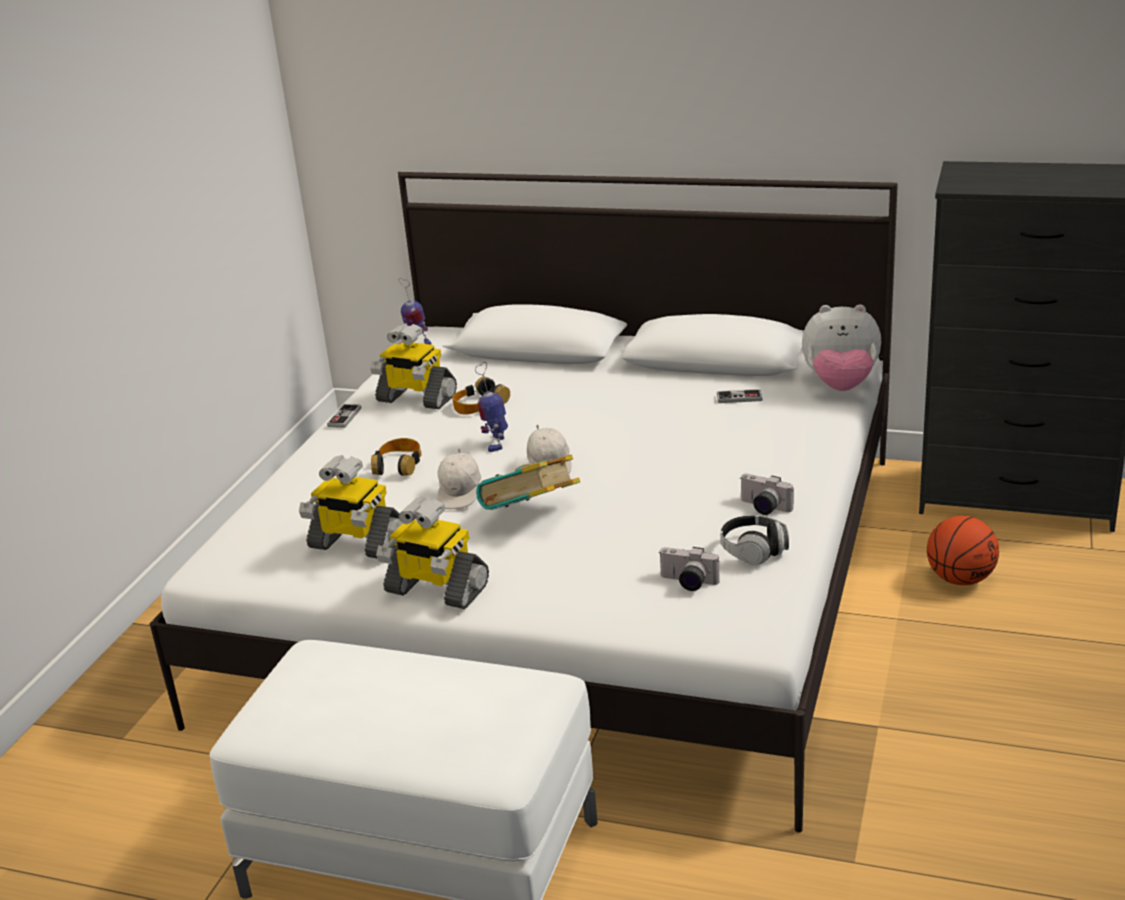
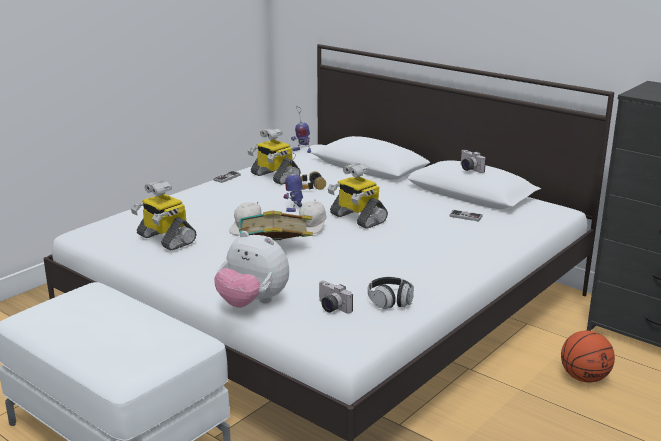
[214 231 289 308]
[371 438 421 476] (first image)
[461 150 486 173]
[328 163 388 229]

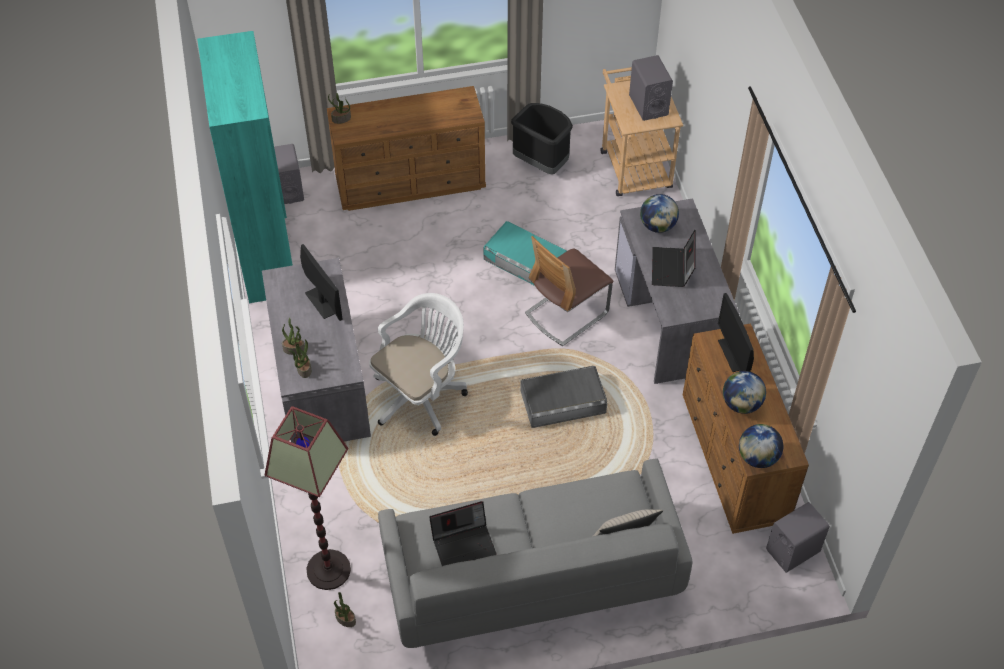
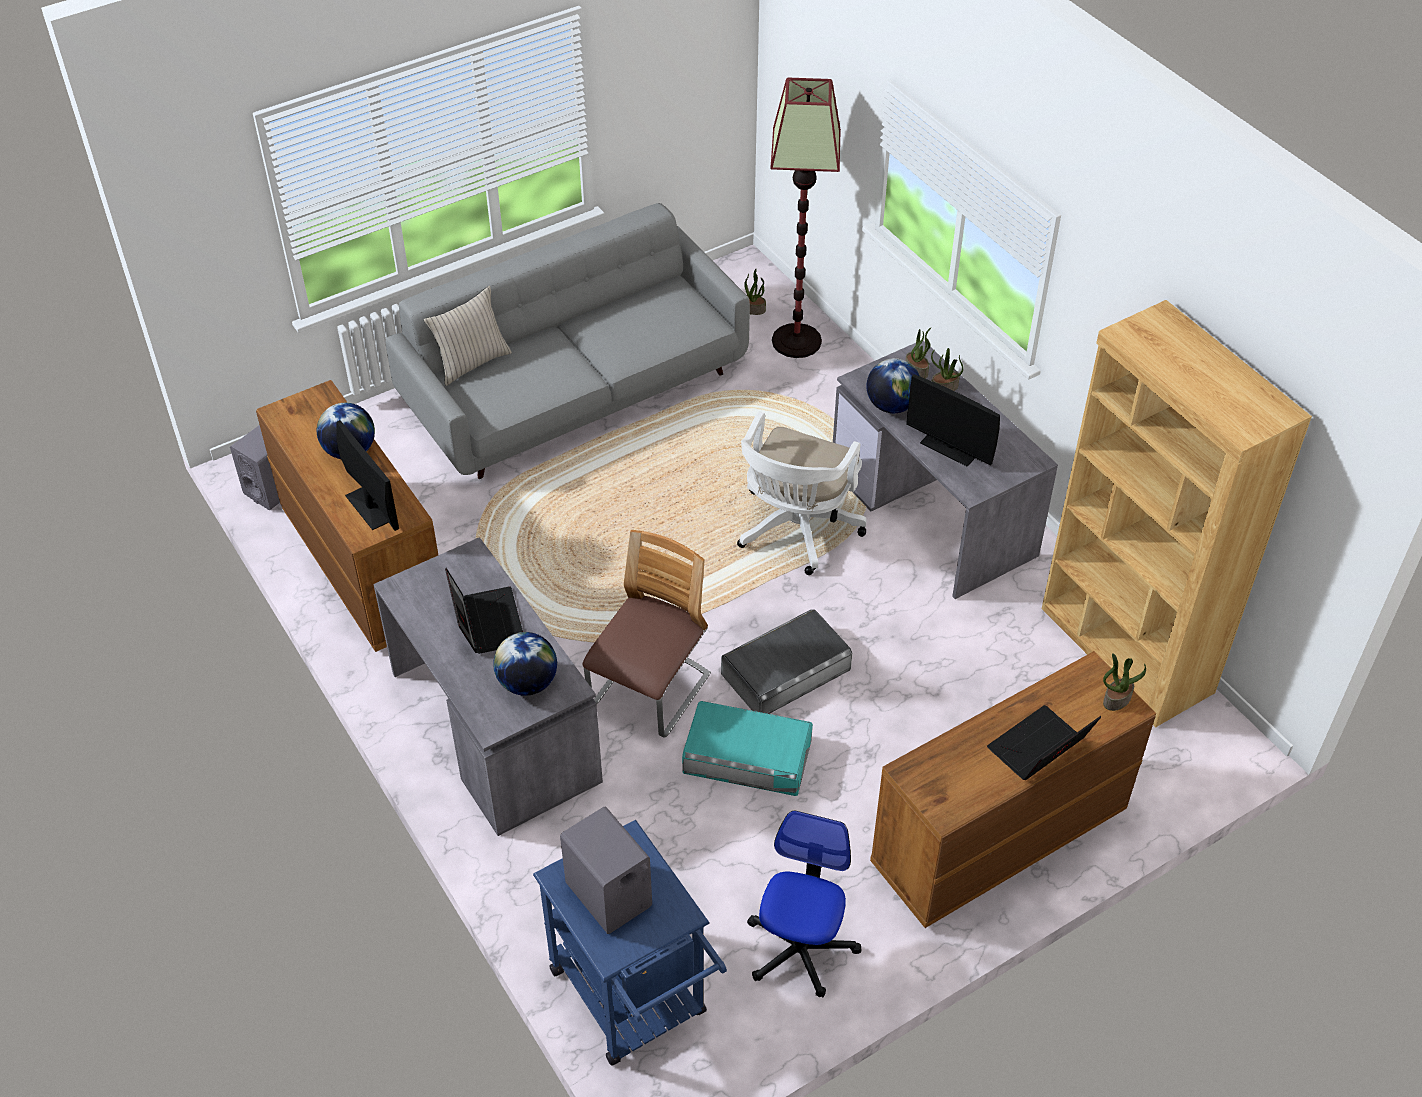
[1042 300 1312 728]
[533 820 727 1065]
[747 811 862 997]
[274 144 304 204] (first image)
[721 609 852 714]
[866 358 920 413]
[987 705 1101 781]

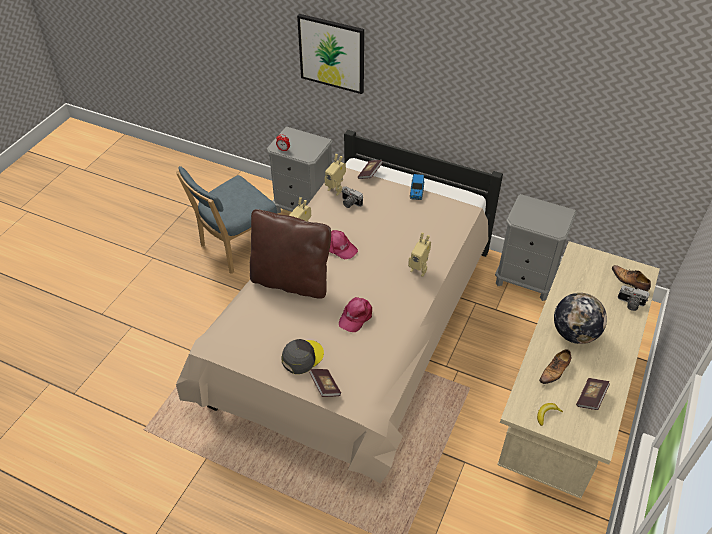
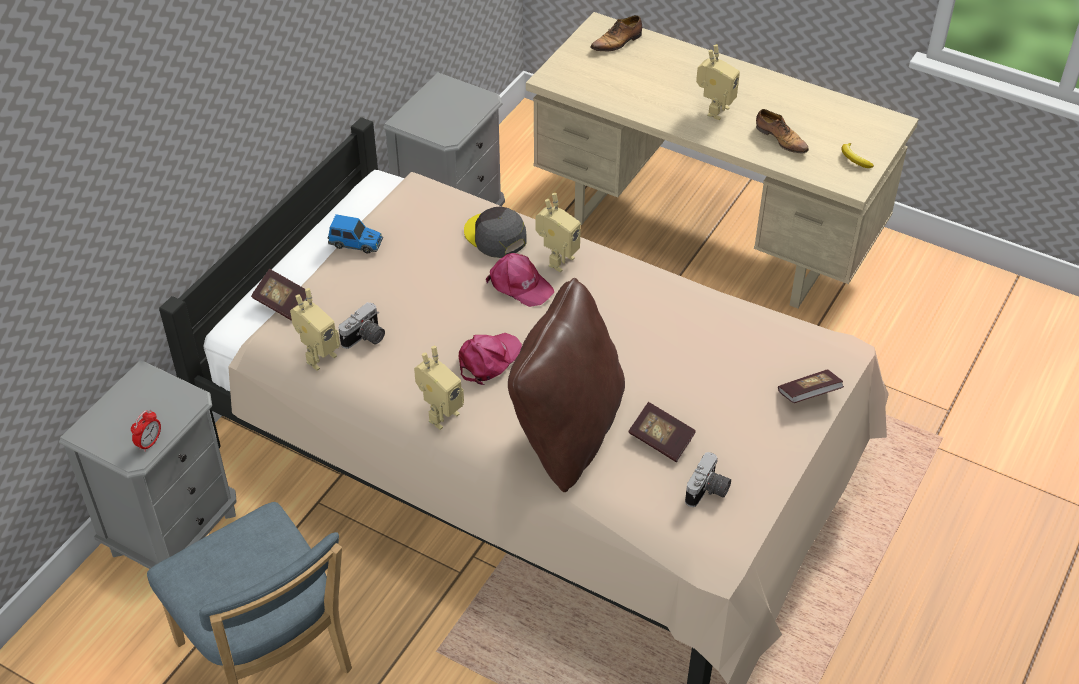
[297 14 364 94] (first image)
[685 452 731 507]
[696 45 740 120]
[486 253 554 307]
[464 206 527 258]
[628 402 696 462]

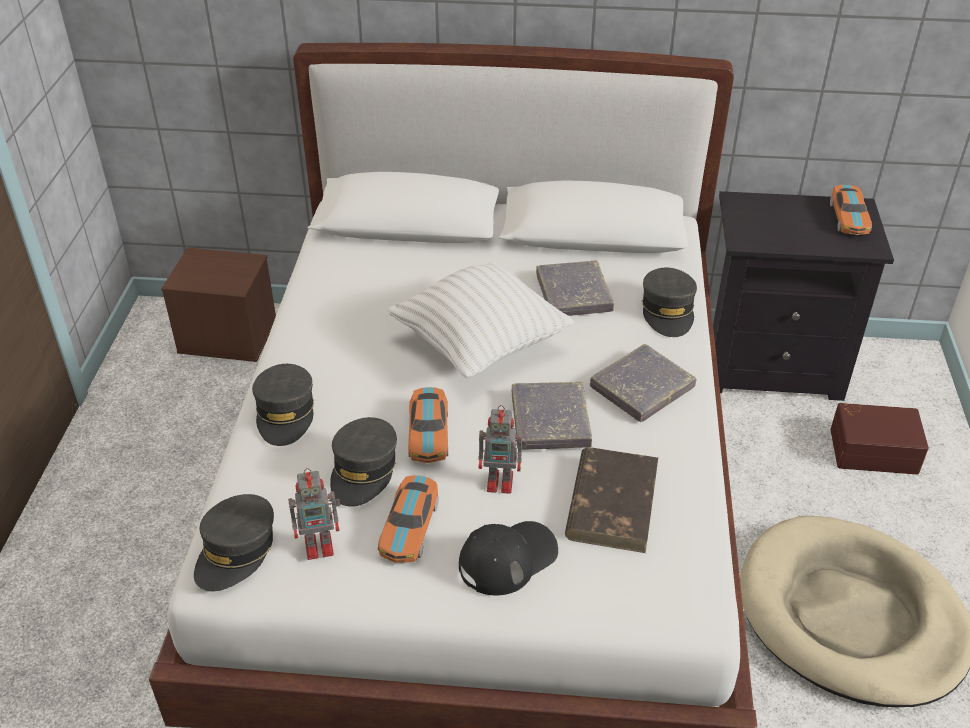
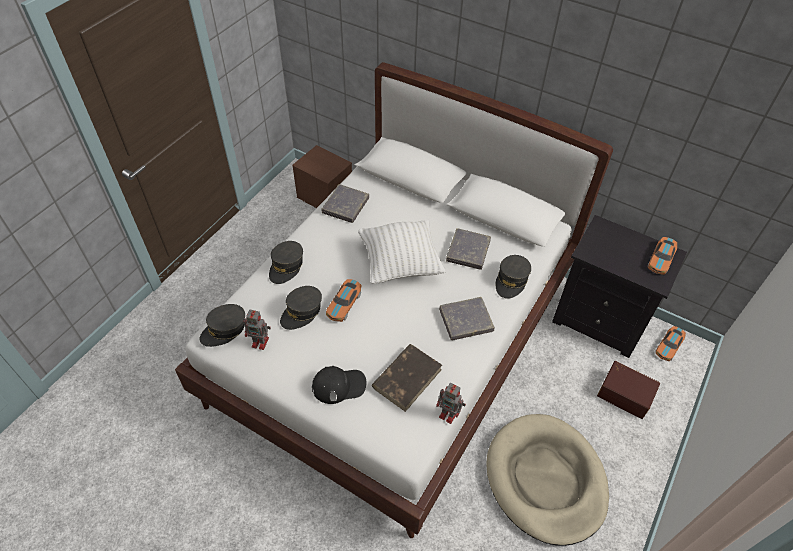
[321 184 369 223]
[436 383 466 424]
[655 326 686 361]

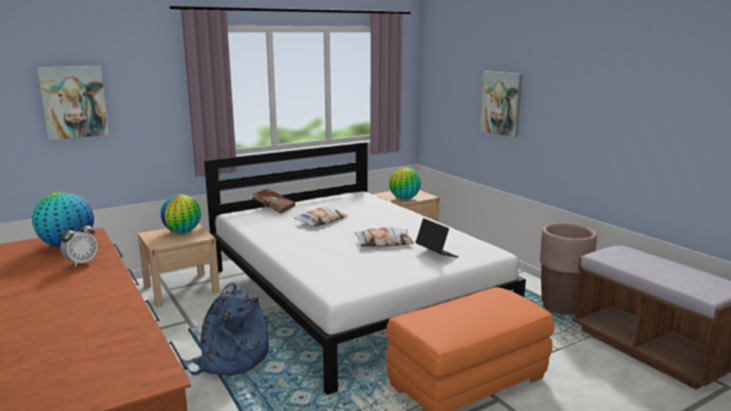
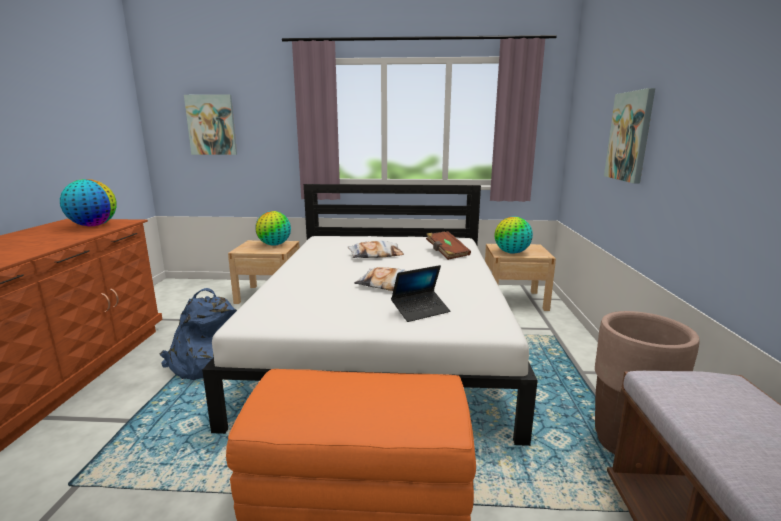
[426 231 471 260]
[391 265 450 322]
[60 221 98 267] (first image)

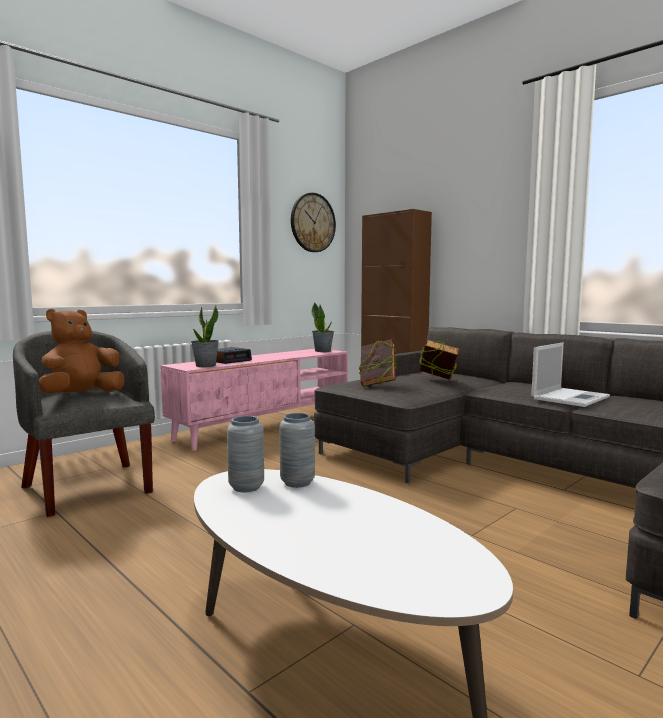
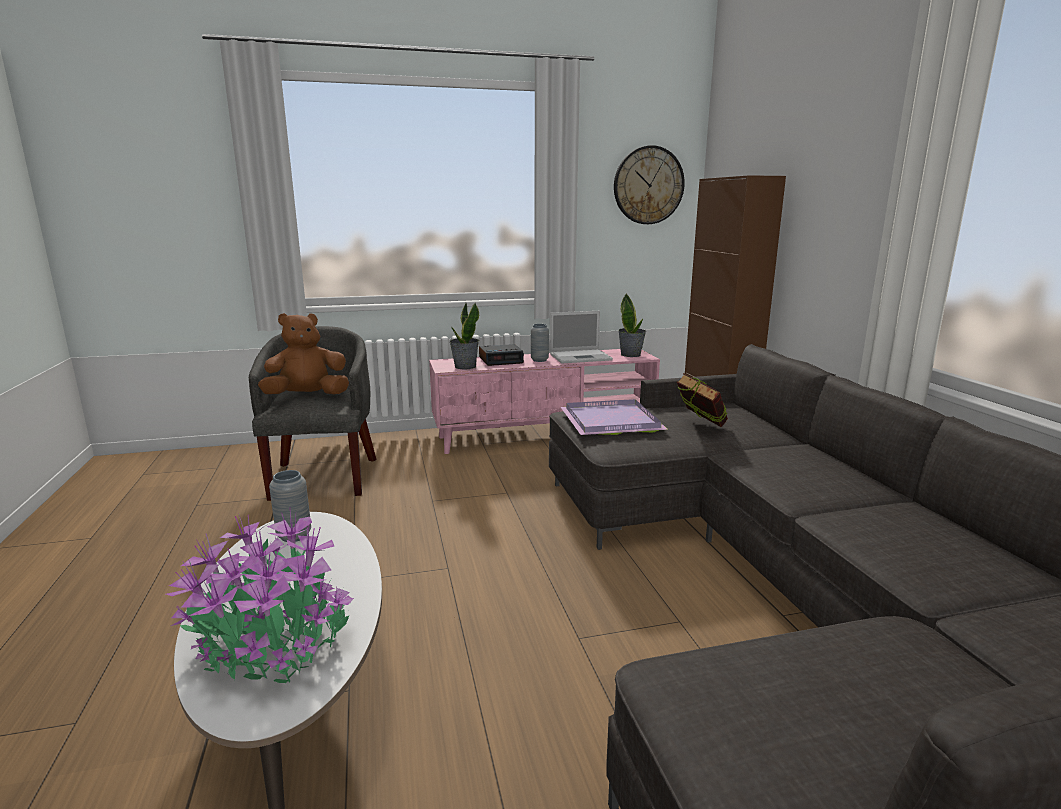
[561 399 668 435]
[550 311 613 364]
[531 324 549 362]
[166 511 354 683]

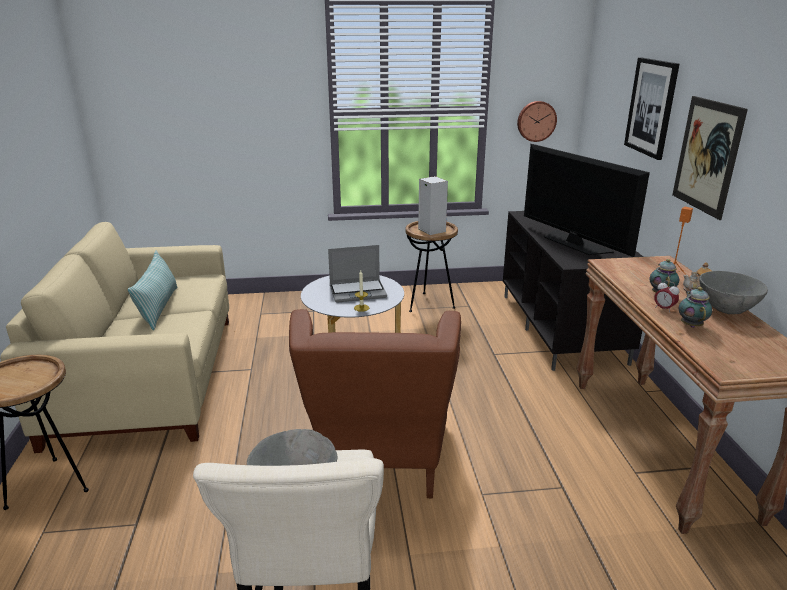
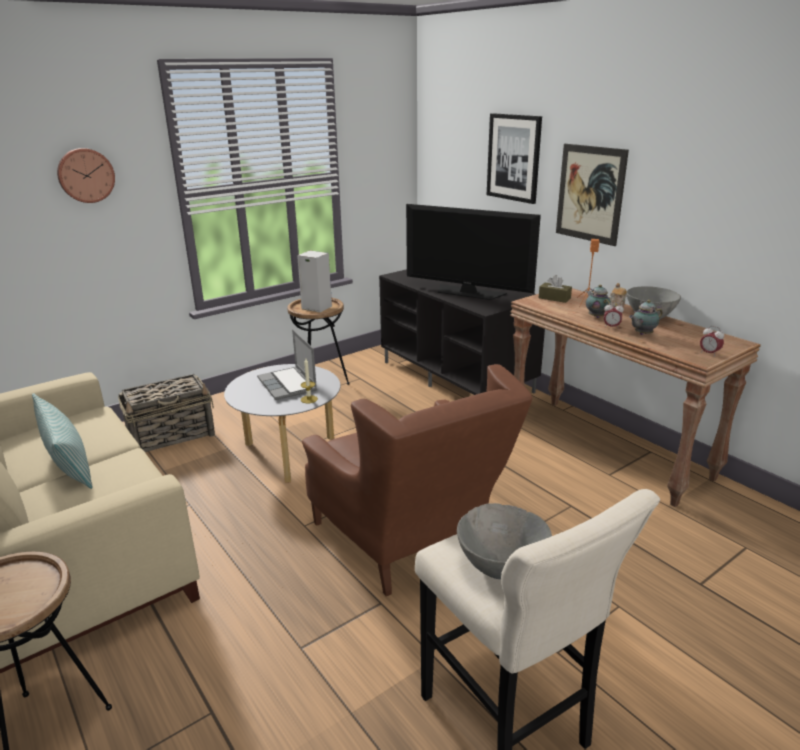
[57 148 115 203]
[257 329 317 400]
[629 300 662 335]
[539 275 572 303]
[700 326 724 357]
[118 374 215 452]

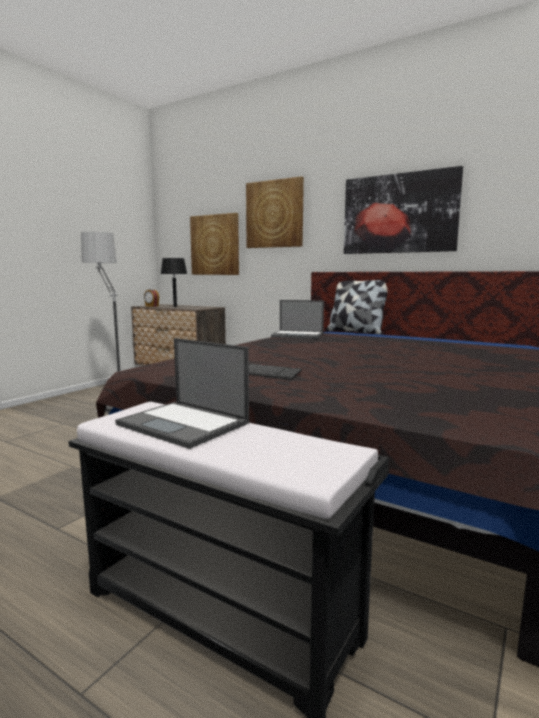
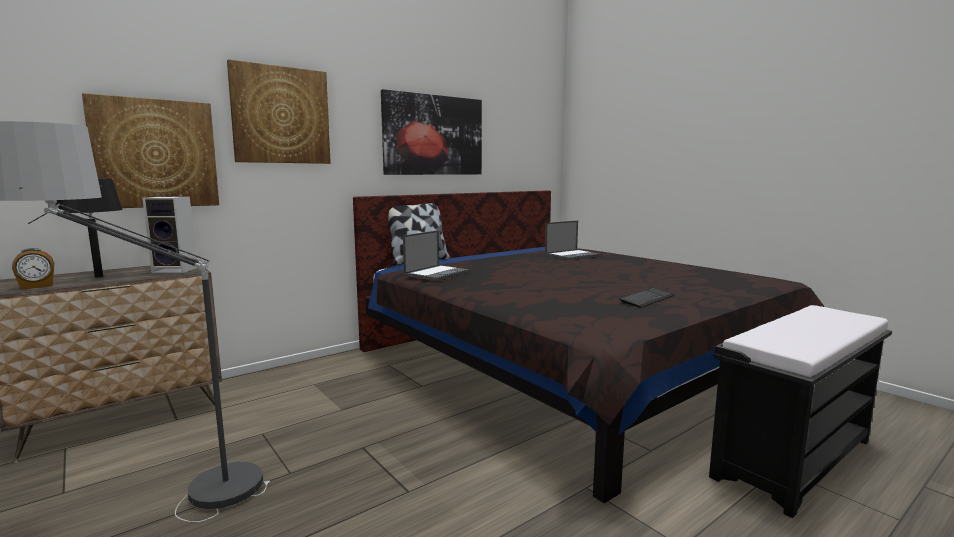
[545 220 601 260]
[142 197 197 273]

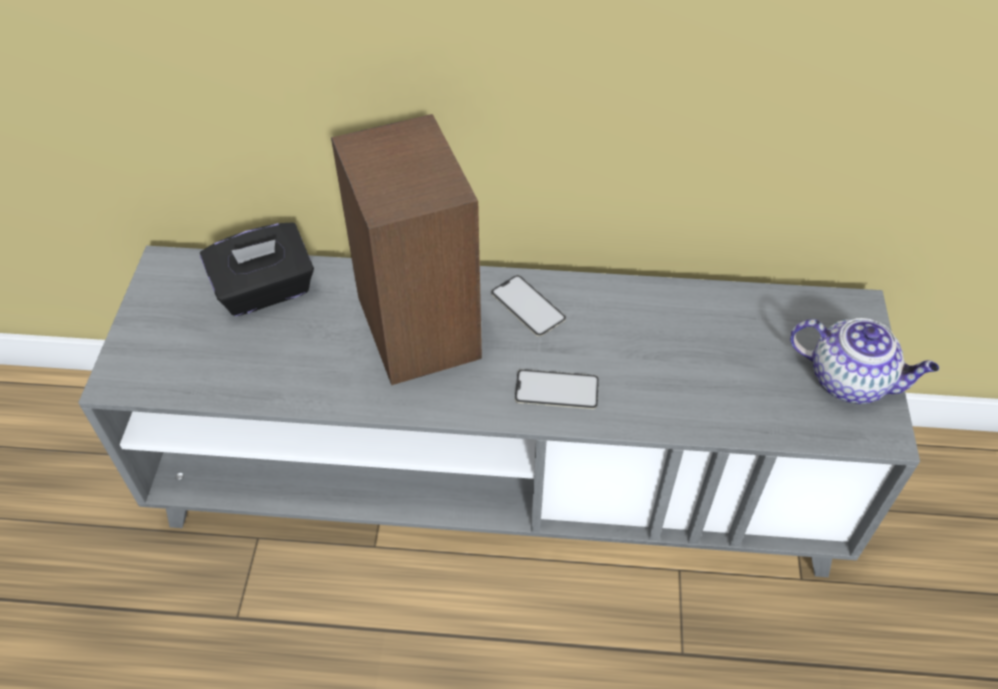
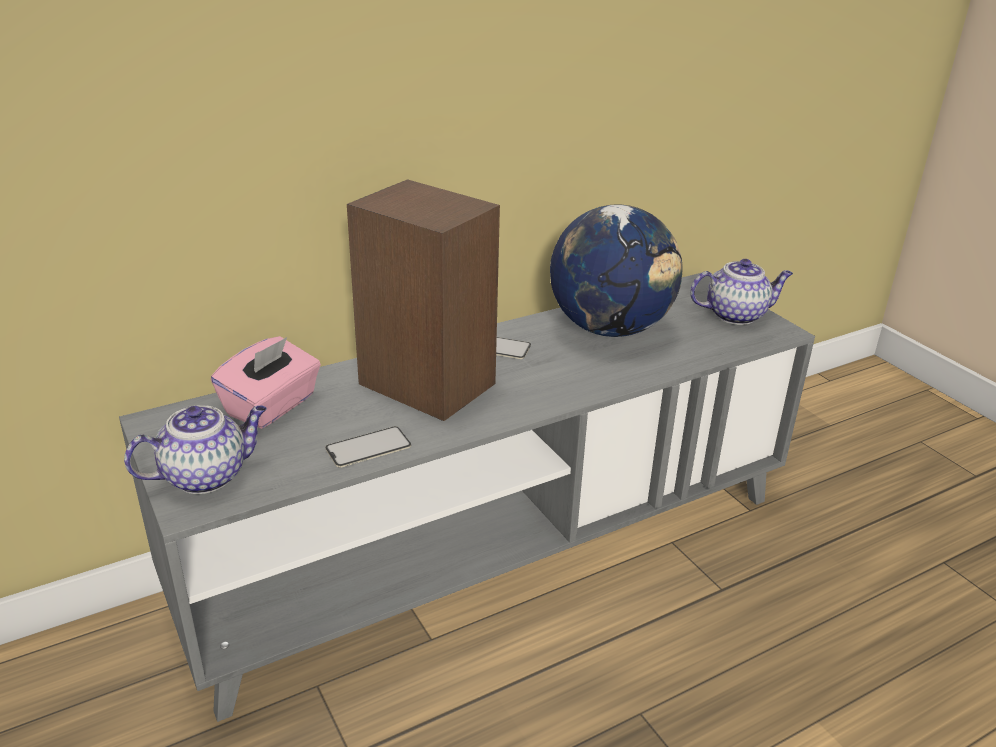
[211 336 321 429]
[325 426 411 468]
[550 205 683 337]
[124 405 267 494]

